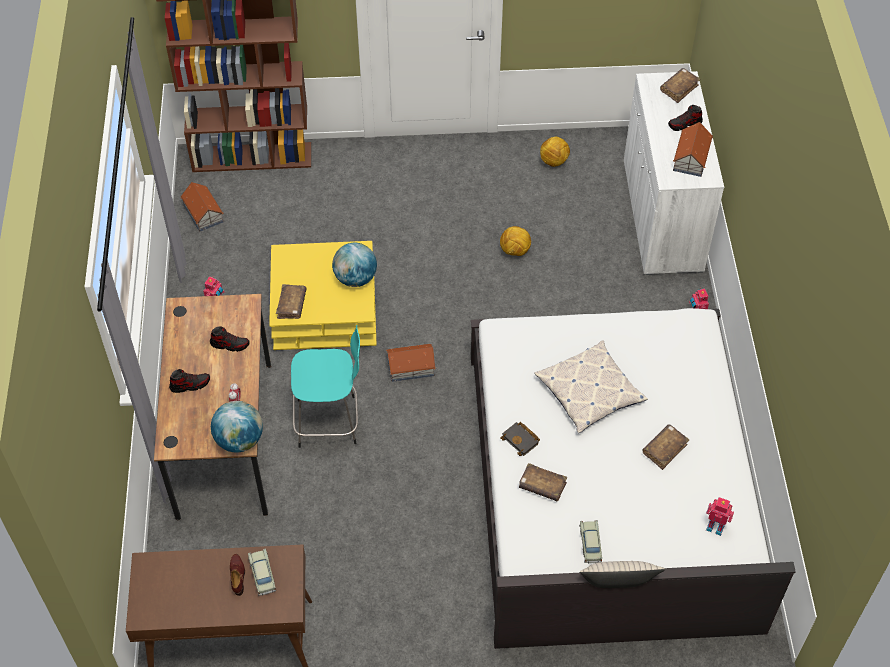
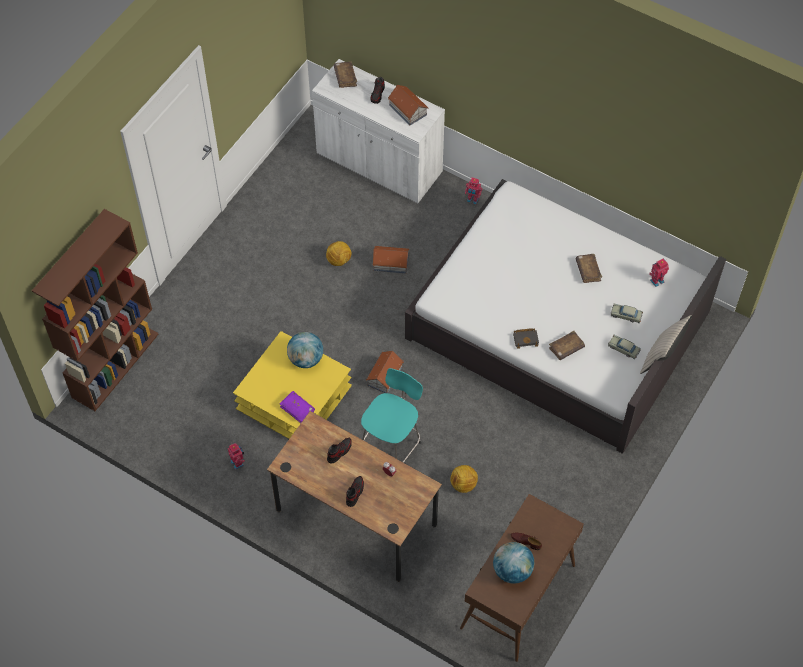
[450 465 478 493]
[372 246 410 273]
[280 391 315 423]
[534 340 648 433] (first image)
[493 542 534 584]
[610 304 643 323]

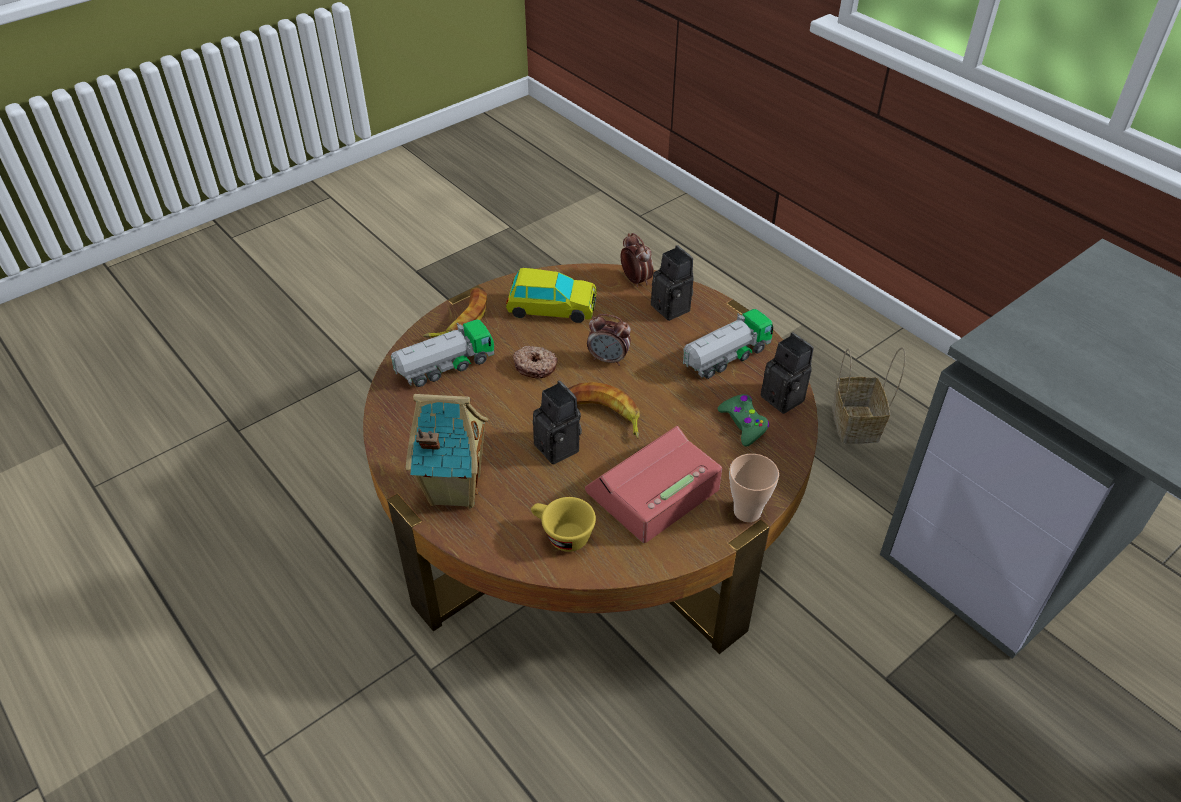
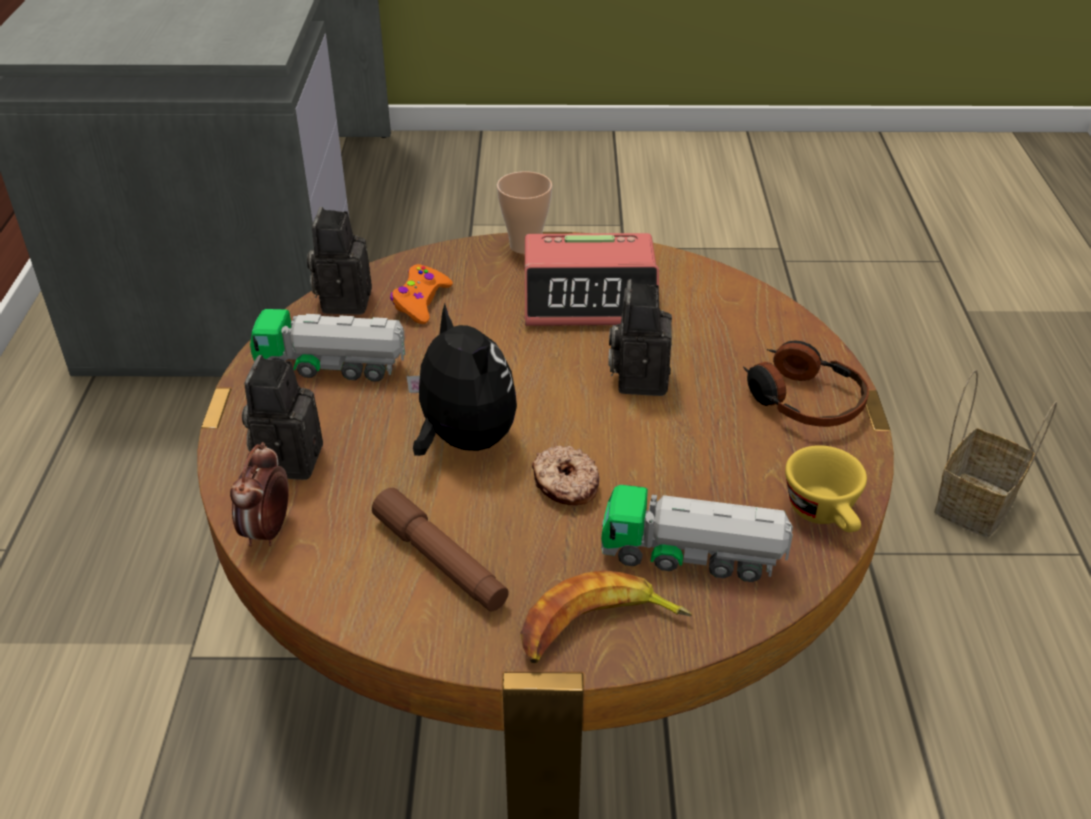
[372 488 509 611]
[407 303 517 456]
[934 369 1057 537]
[568 382 640 439] (first image)
[743 340 869 427]
[390 264 453 324]
[785 445 867 532]

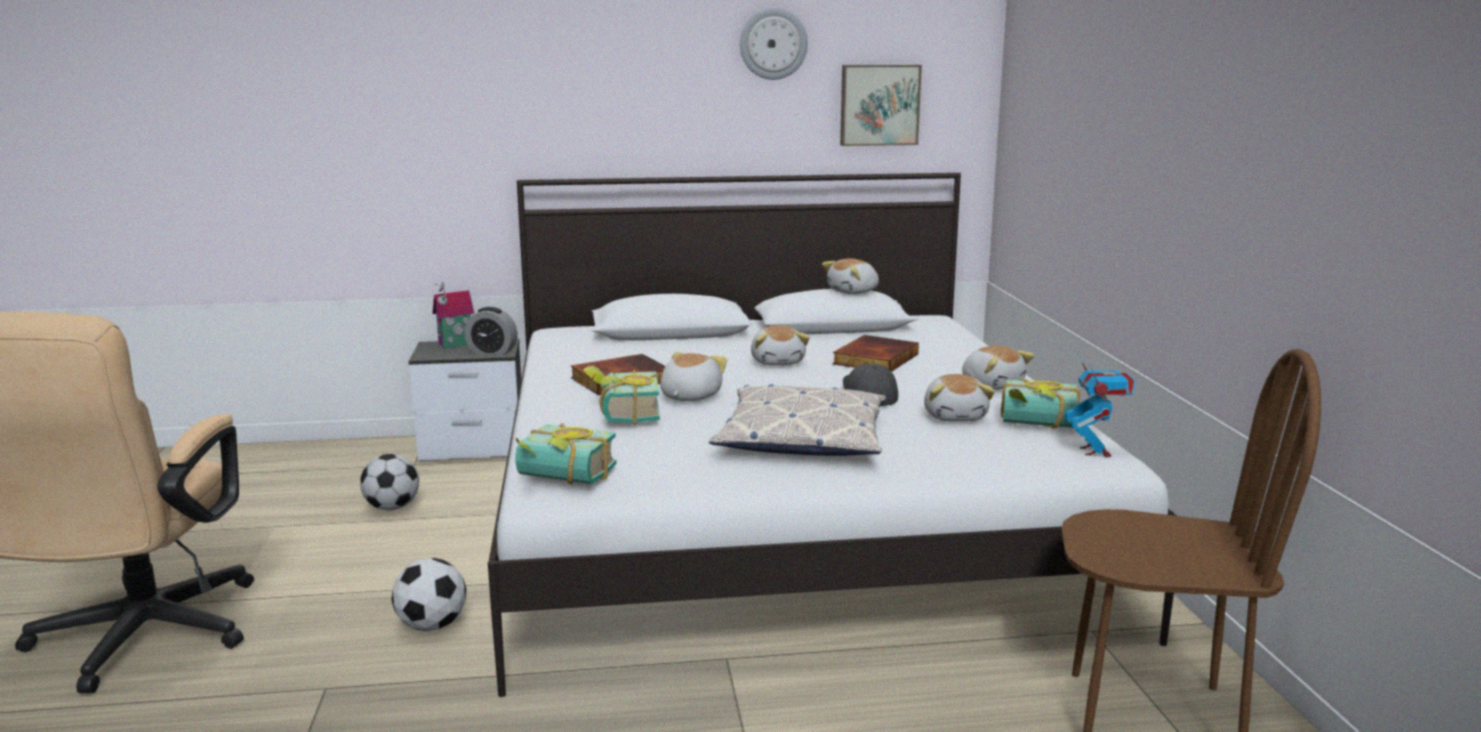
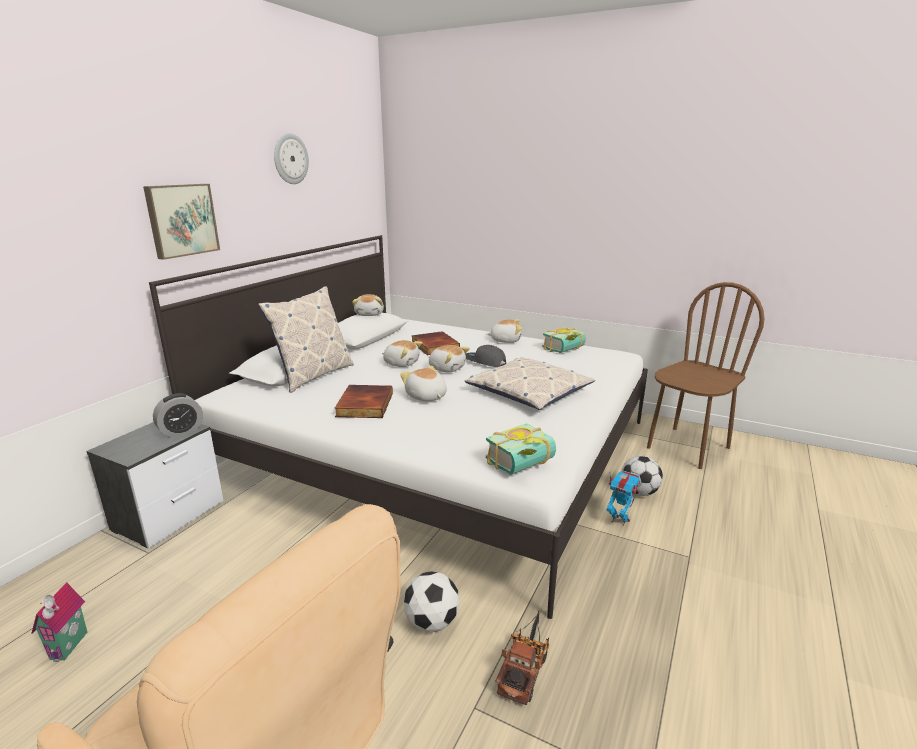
[143 184 220 260]
[31 582 87 662]
[607 471 640 527]
[583 366 660 426] (first image)
[428 345 470 372]
[621 456 663 496]
[258 286 354 393]
[496 611 549 705]

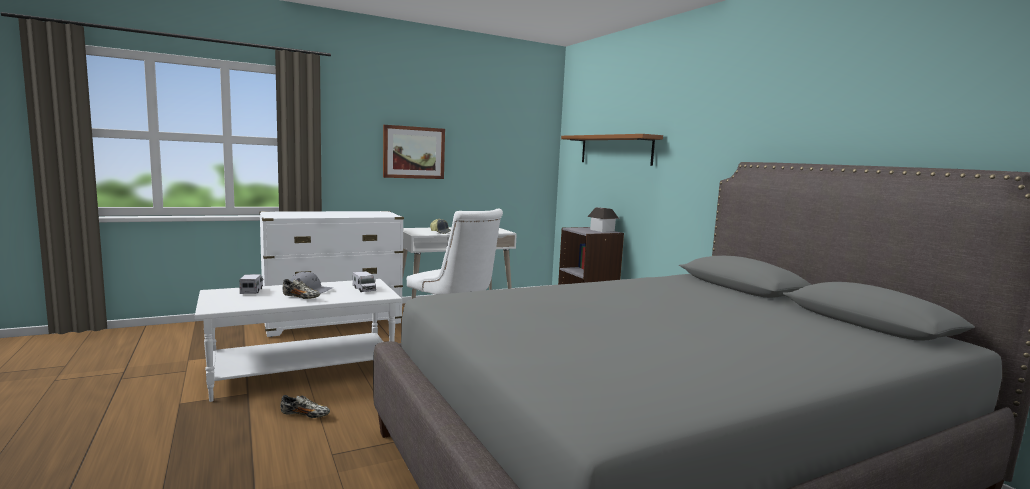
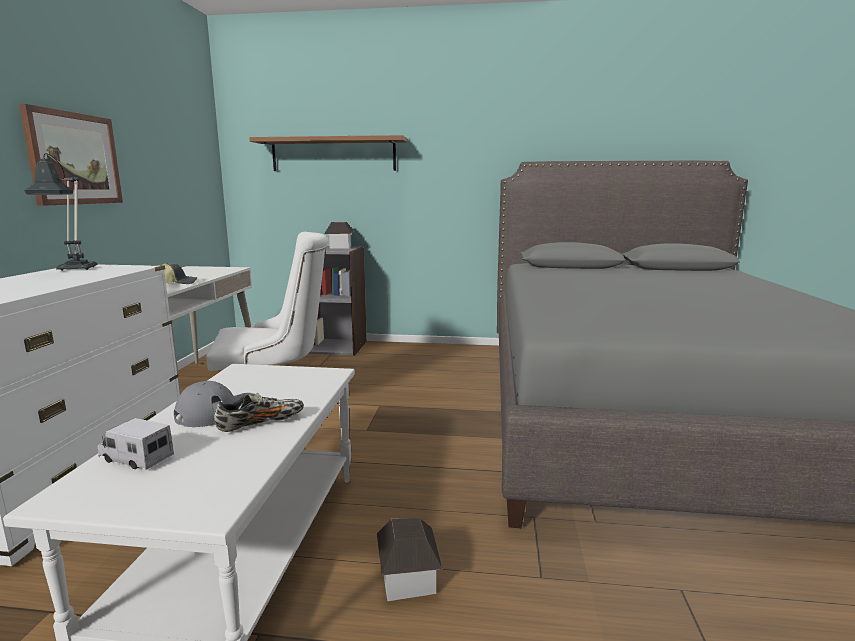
[353 271 376 292] (first image)
[377 518 442 601]
[24 153 98 271]

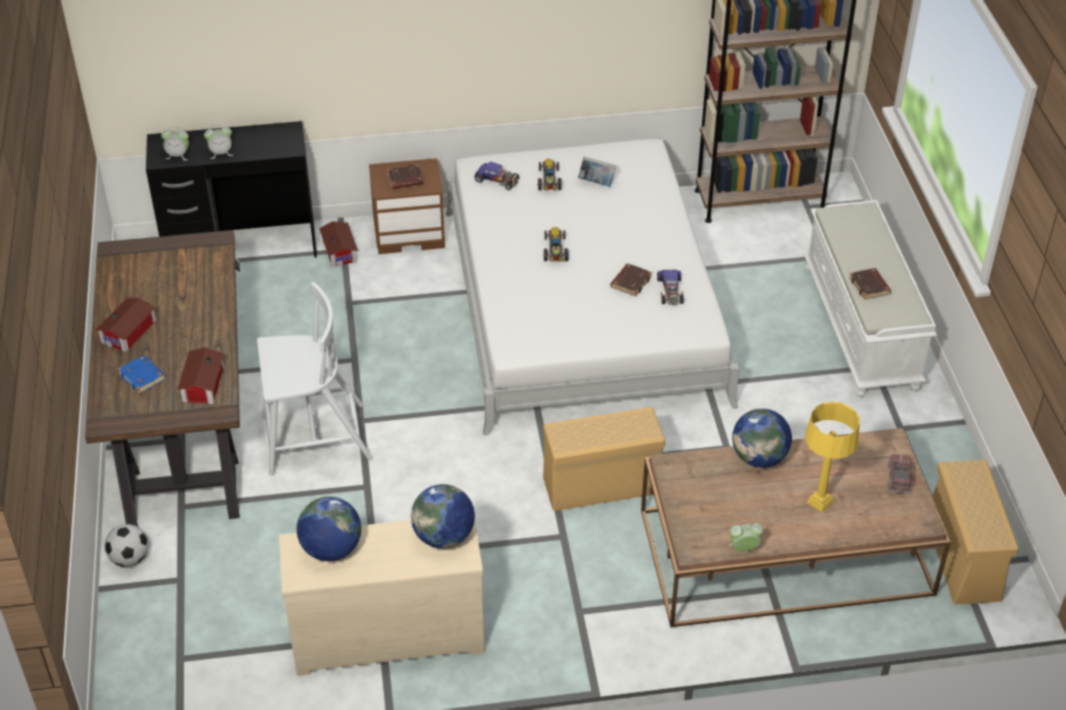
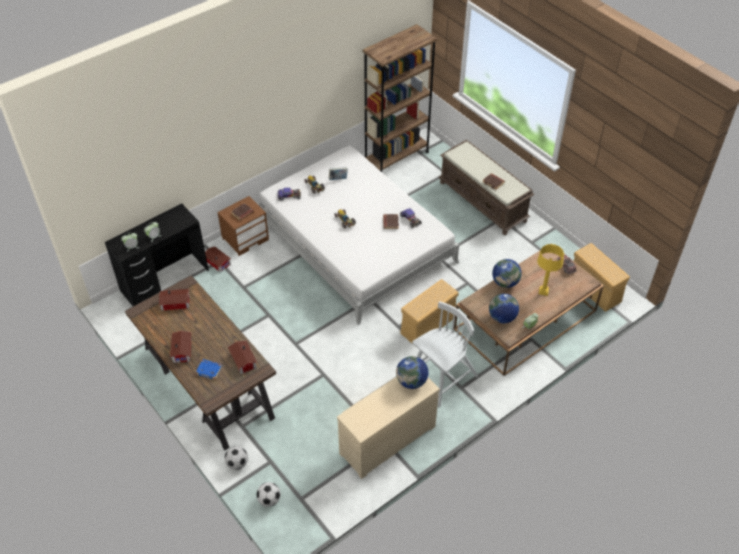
[438 140 534 235]
[412 301 478 407]
[489 294 519 323]
[159 289 190 311]
[256 482 281 507]

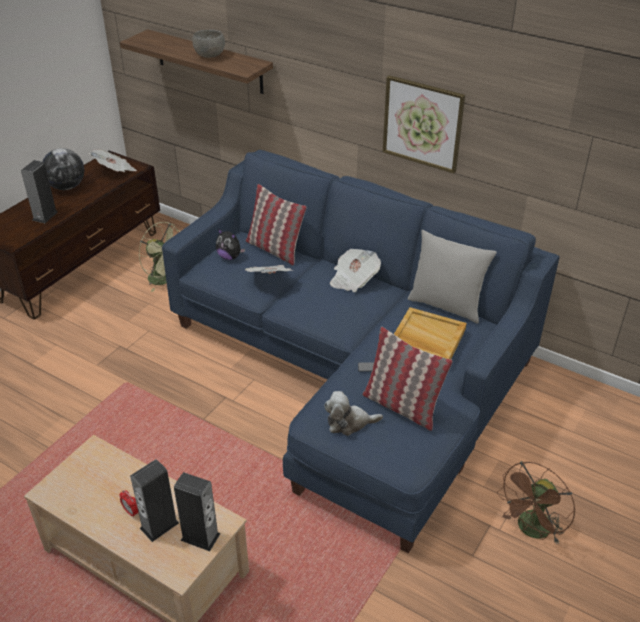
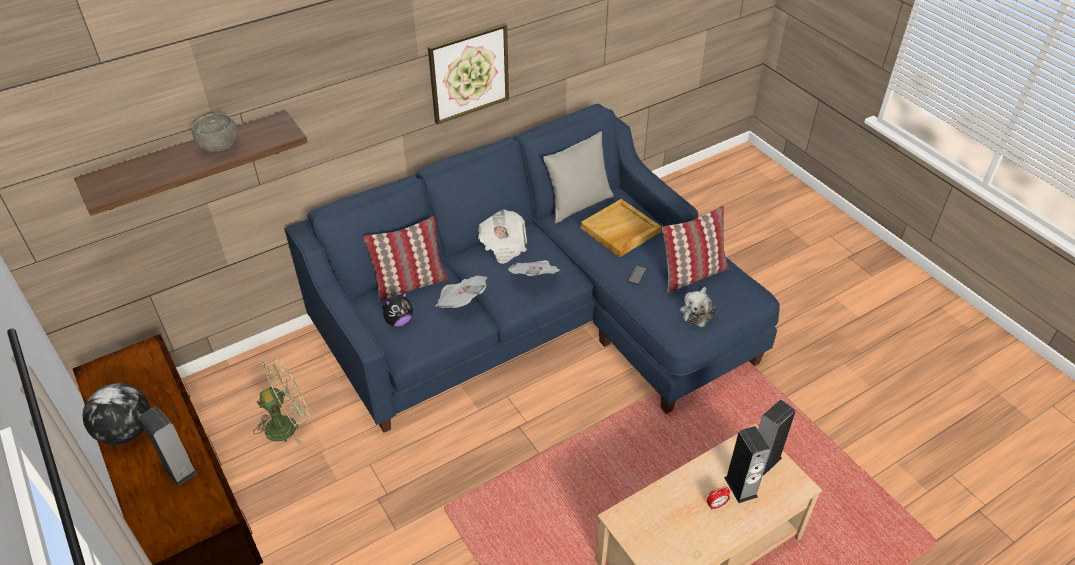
[508 260 560 276]
[497 461 575 545] (first image)

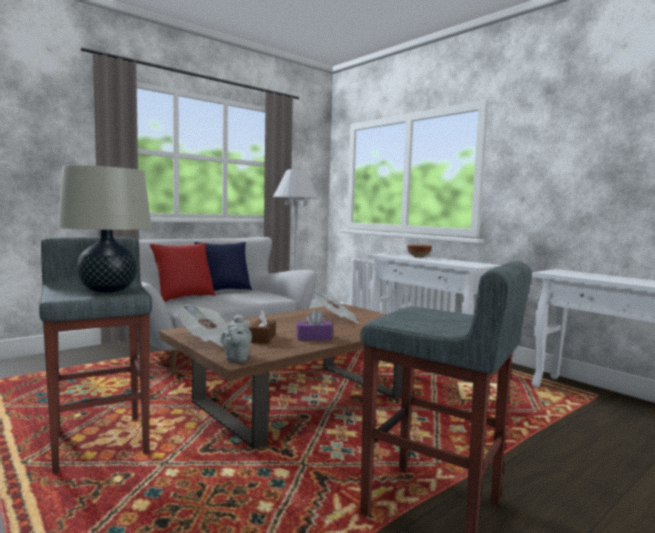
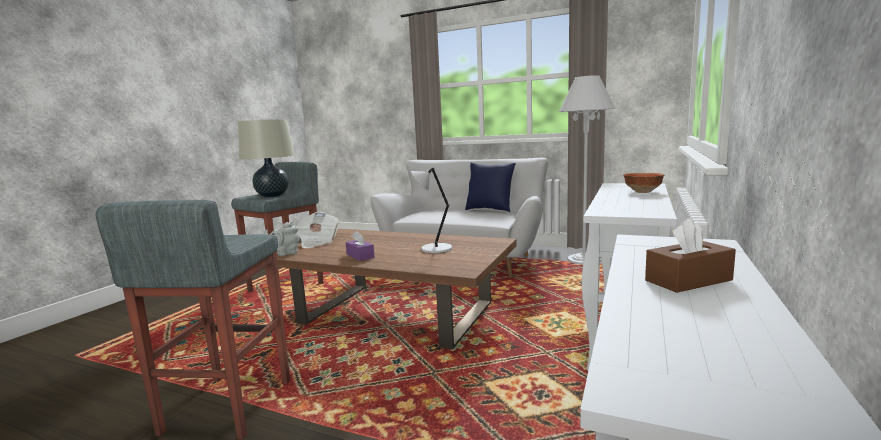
[150 243 216 302] (first image)
[411 167 452 253]
[645 218 736 293]

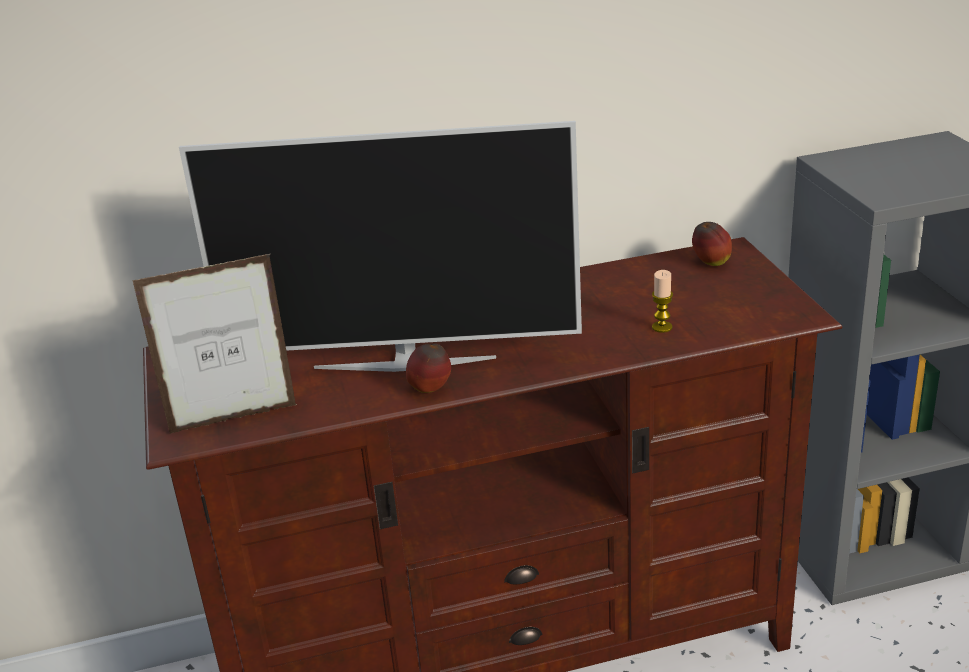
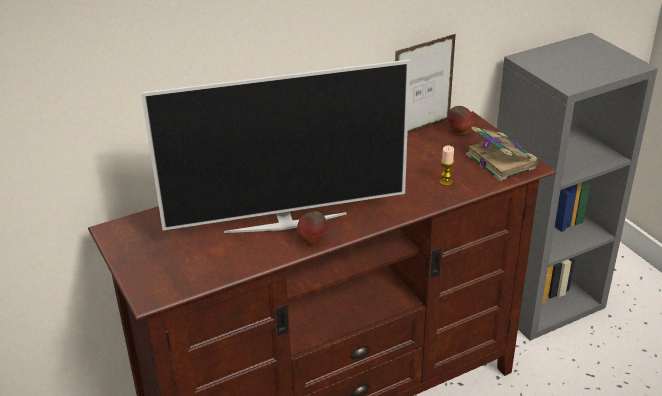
[395 34 456 133]
[466 127 538 181]

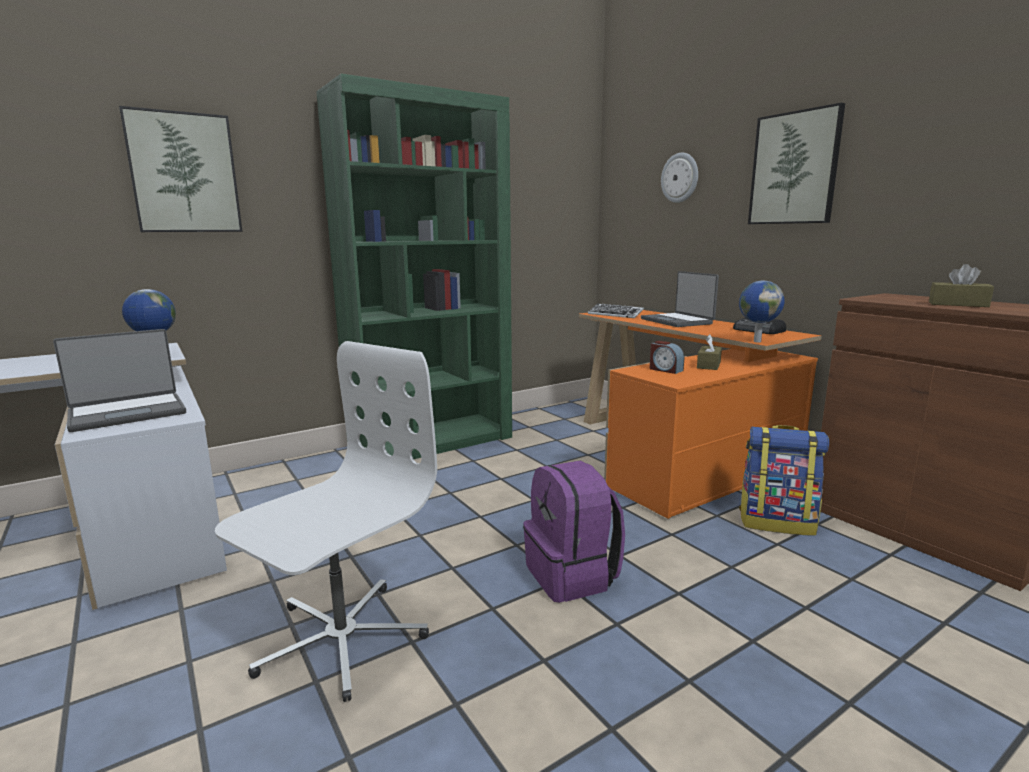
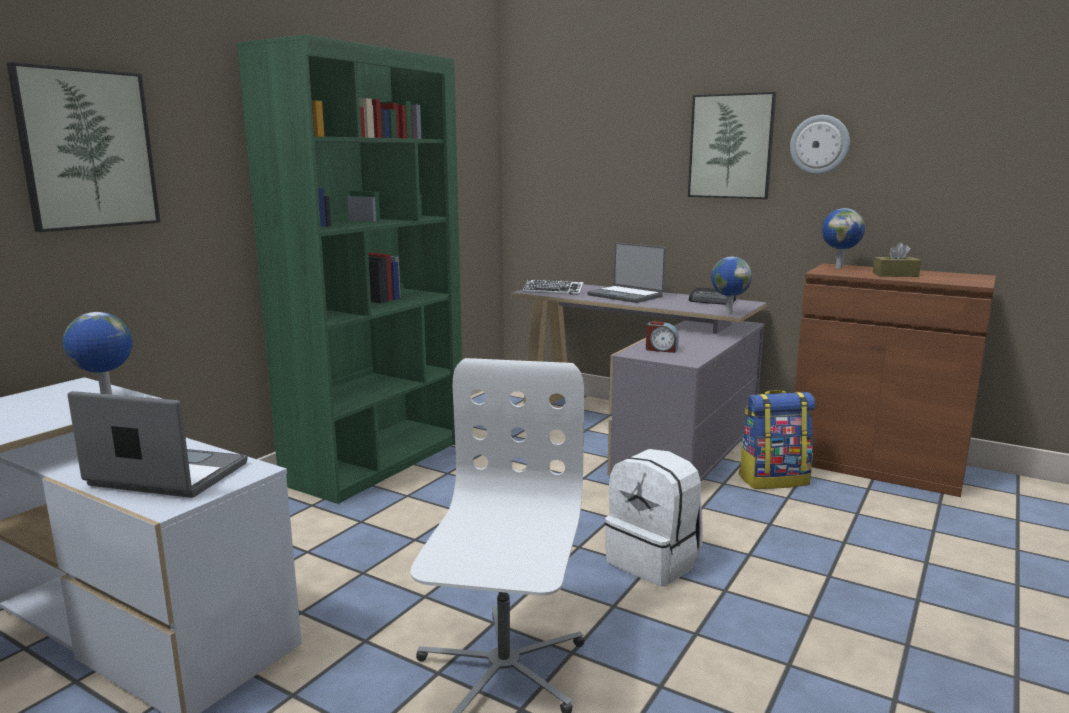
[790 115 850 174]
[512 284 767 481]
[67 391 247 498]
[697 334 722 370] (first image)
[605 449 703 586]
[822 208 865 269]

